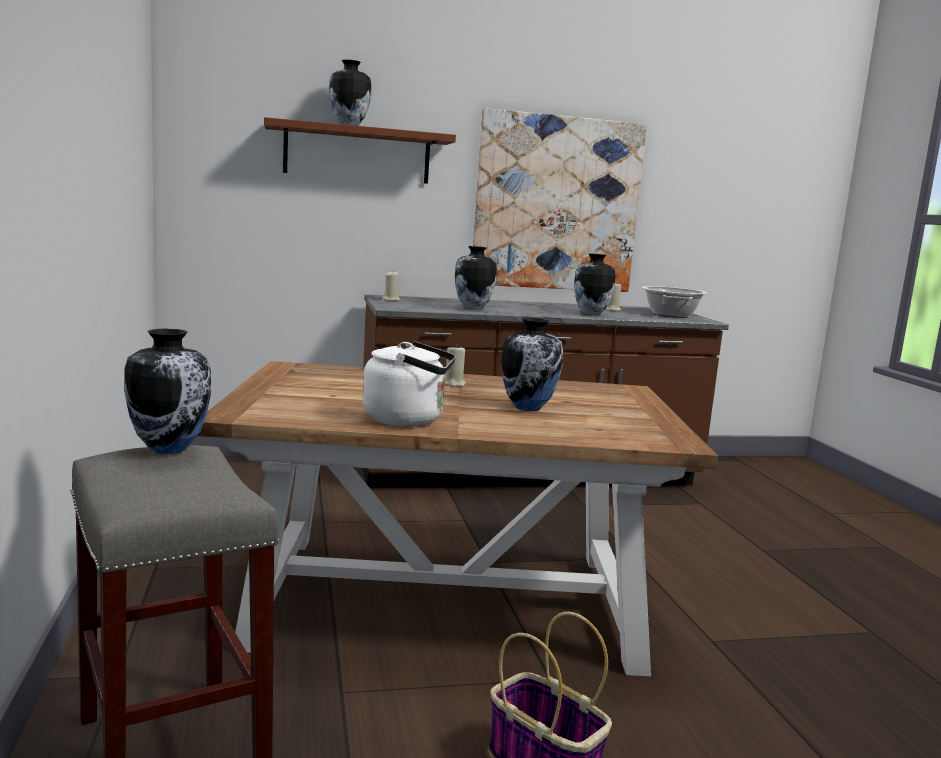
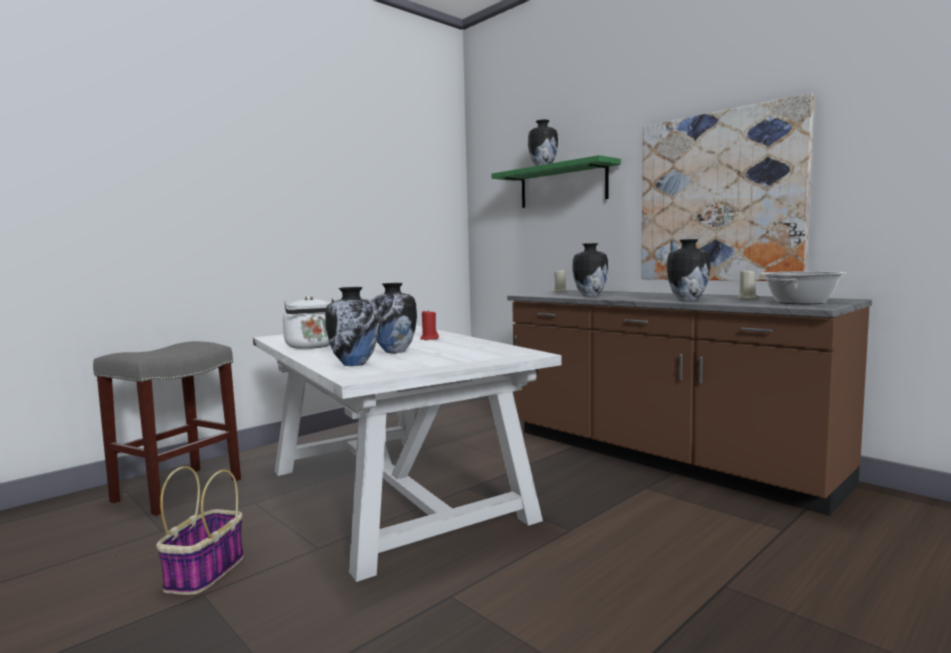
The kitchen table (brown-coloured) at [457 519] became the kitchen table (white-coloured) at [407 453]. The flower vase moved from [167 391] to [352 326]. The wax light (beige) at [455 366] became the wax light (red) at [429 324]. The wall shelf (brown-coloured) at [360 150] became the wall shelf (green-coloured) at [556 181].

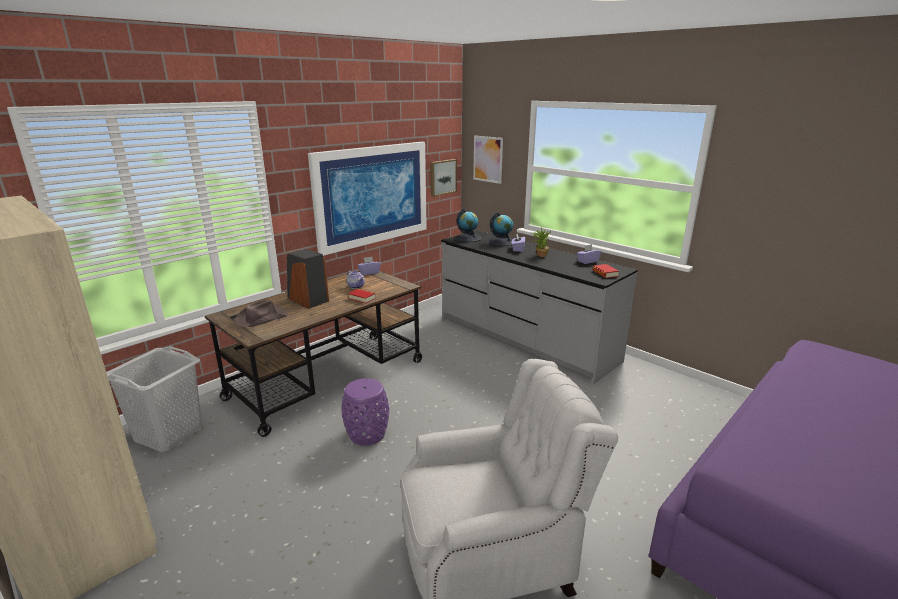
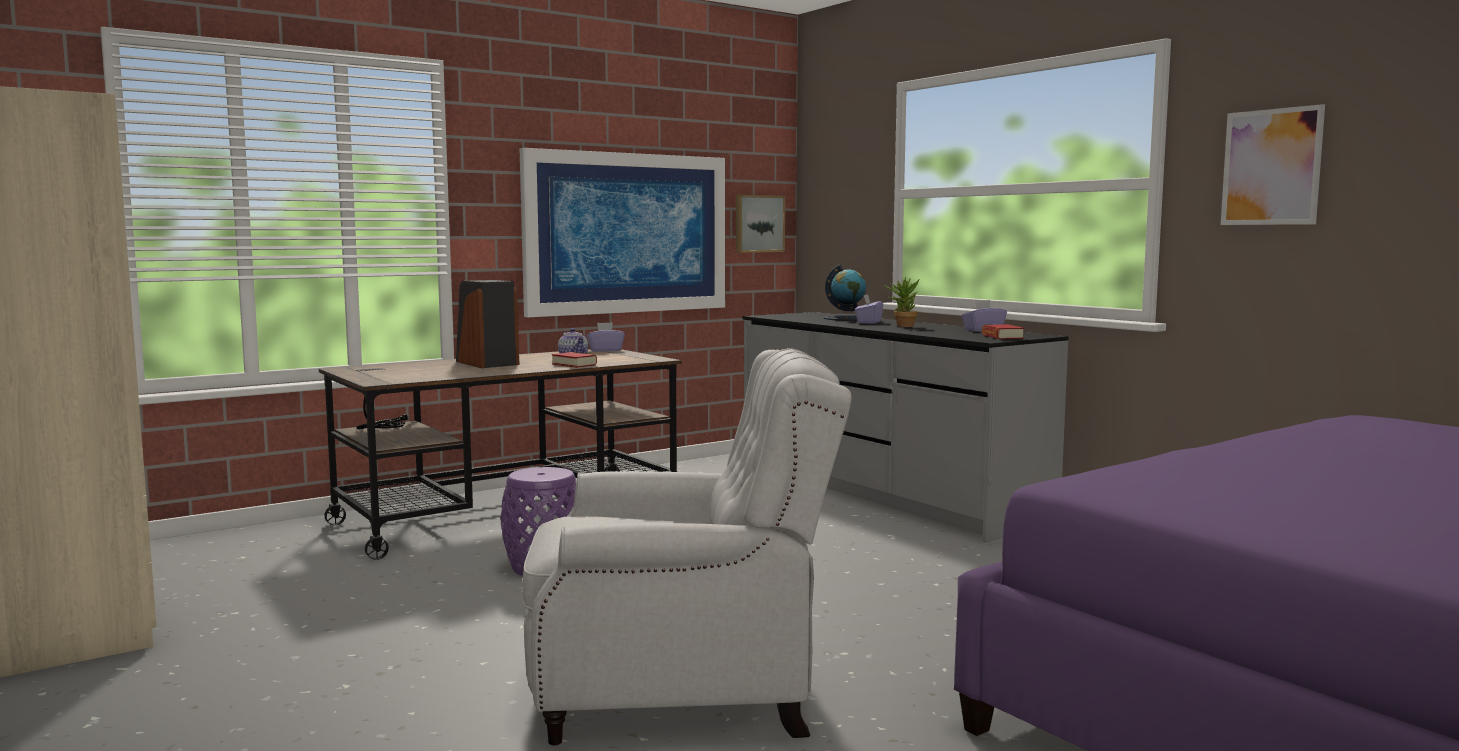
The wall art moved from [488 160] to [1273 164]. The hamper (gray) at [154 399] disappeared. The clothing hat (brown-coloured) at [261 313] disappeared. The globe at [468 225] disappeared.

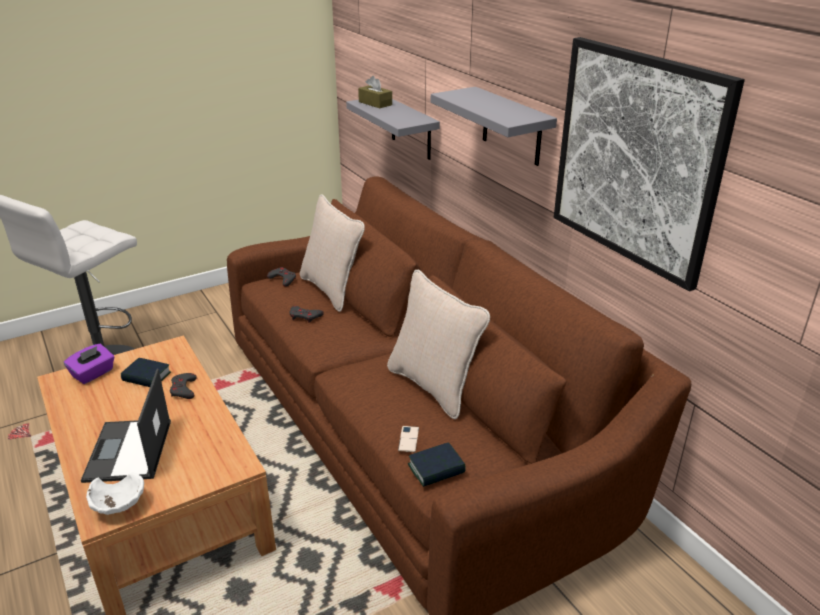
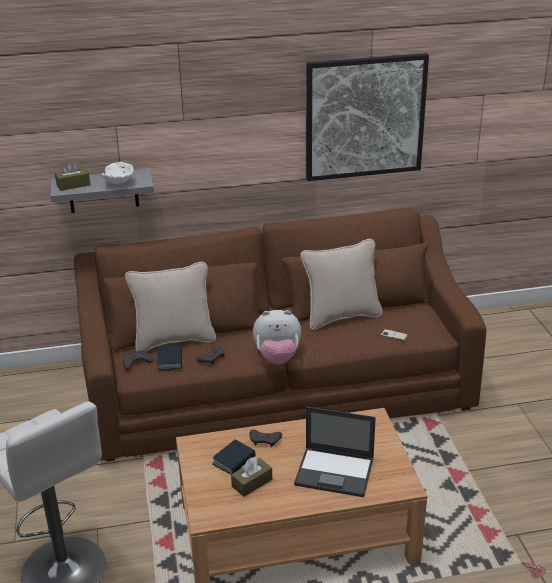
The deep dish (white-coloured) moved from [115 493] to [118 173]. The bound book moved from [437 464] to [170 357]. The box of tissues (brown-coloured) at [251 477] appeared. The cuddly toy at [277 337] appeared. The box of tissues (purplish) at [89 364] disappeared. The wall shelf (gray) at [494 126] disappeared.

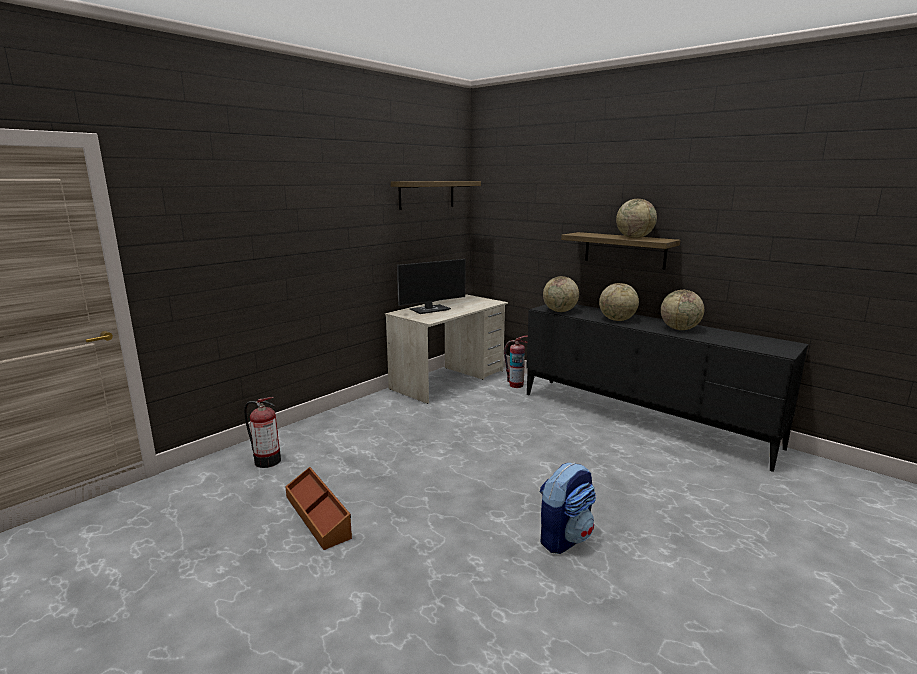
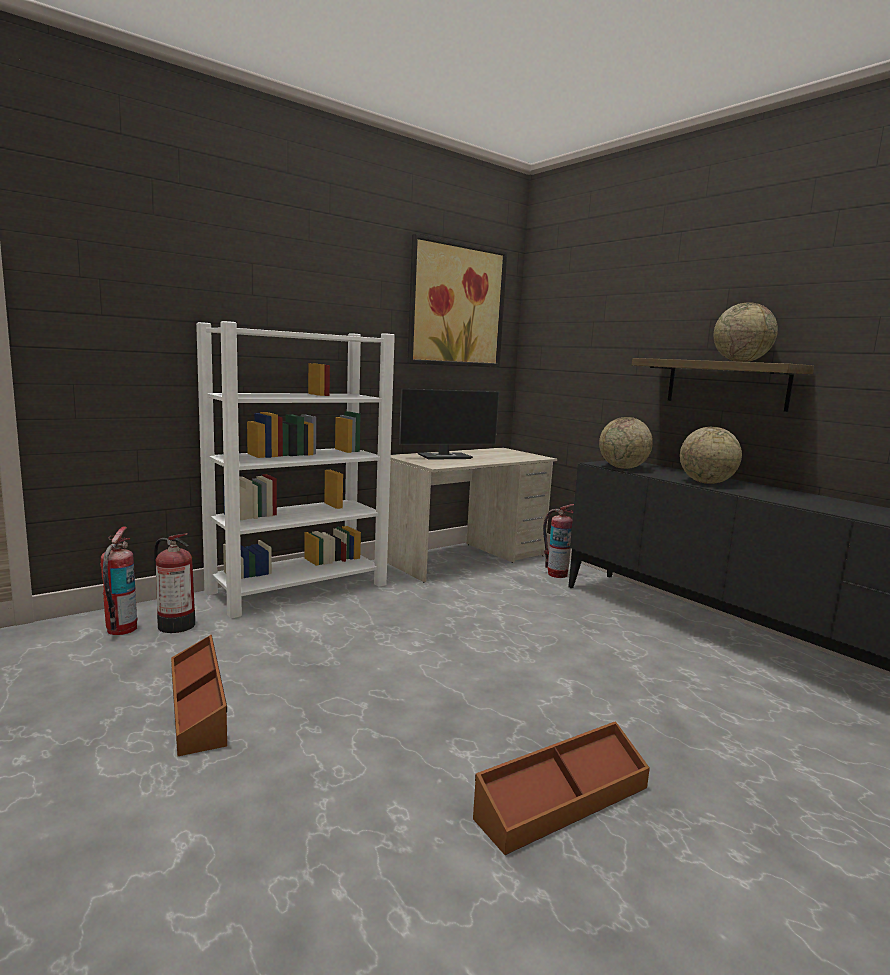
The fire extinguisher at [118 580] appeared. The shelving unit (white-coloured) at [295 470] appeared. The wall shelf at [436 195] was replaced by the wall art at [457 300]. The backpack at [568 508] was replaced by the storage container (brown-coloured) at [561 788]. The globe at [682 310] disappeared.

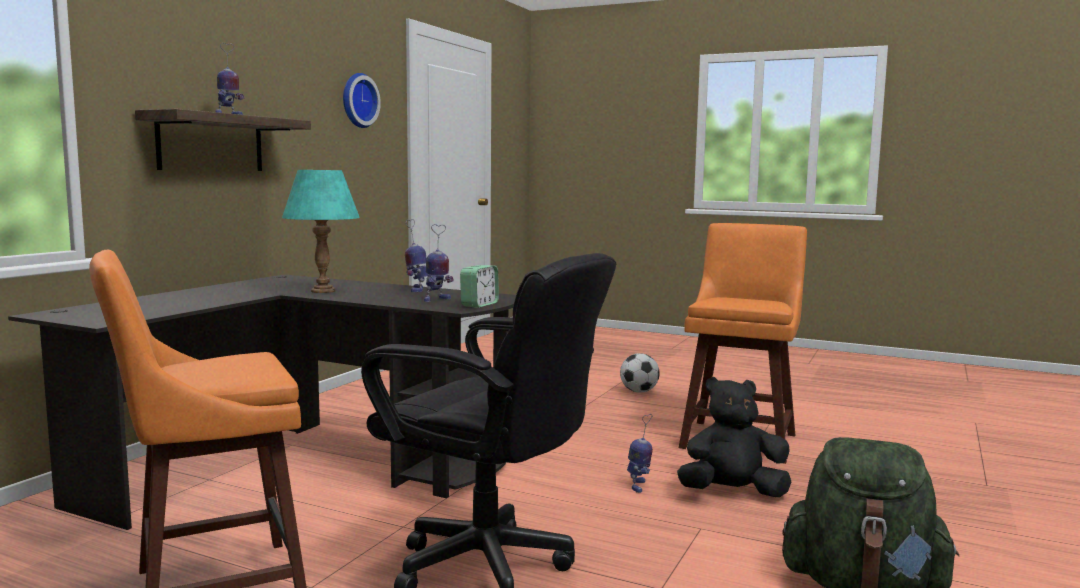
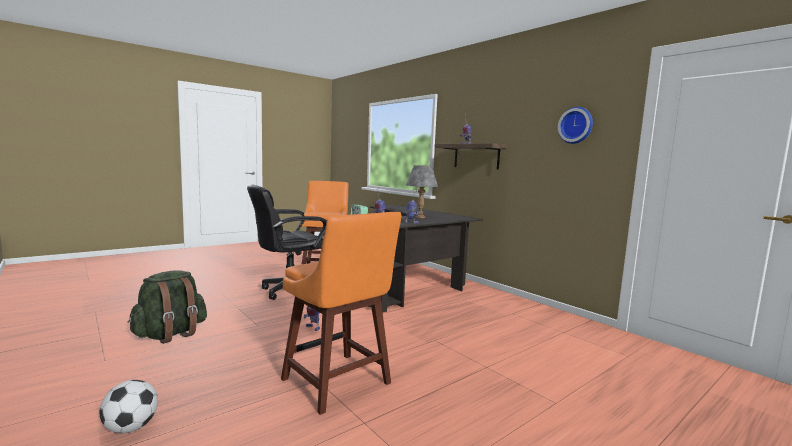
The football moved from [640 373] to [128 406]. The table lamp (blue-green) at [321 231] became the table lamp (gray) at [422 191]. The cuddly toy (blackish) at [734 437] disappeared.

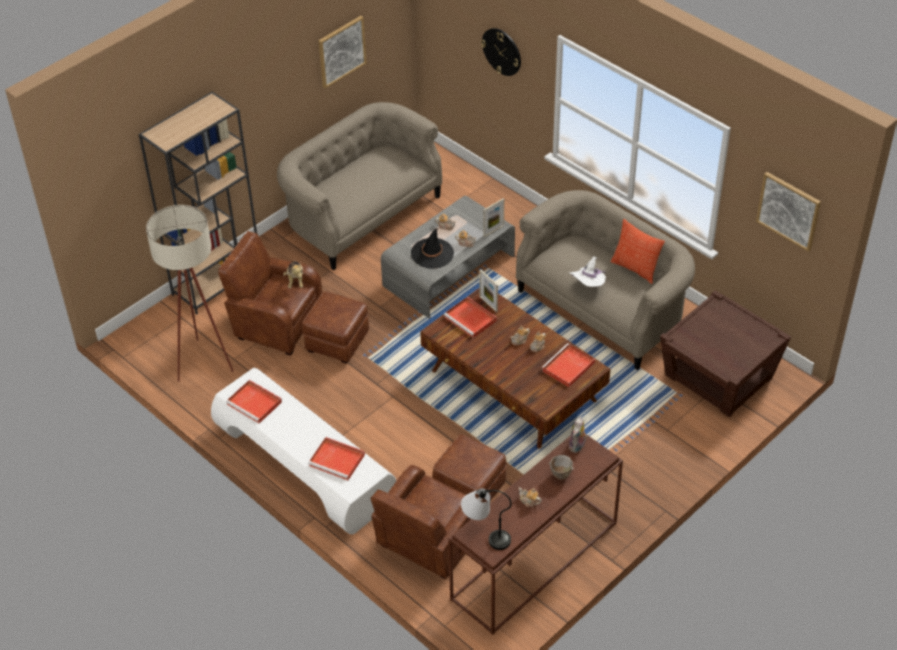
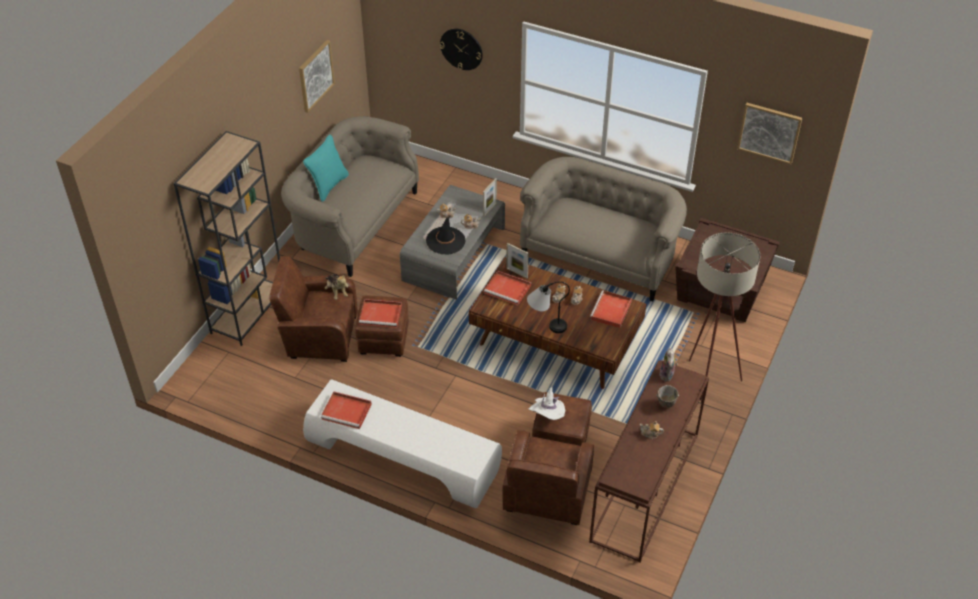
The cushion (blue-green) at [326 168] appeared. The serving tray (red) moved from [336 458] to [380 313]. The table lamp moved from [486 519] to [548 307]. The clothing hat (white-coloured) moved from [587 271] to [547 403]. The standing lamp (beige) moved from [189 293] to [724 317]. The cushion (orange) at [638 251] disappeared.

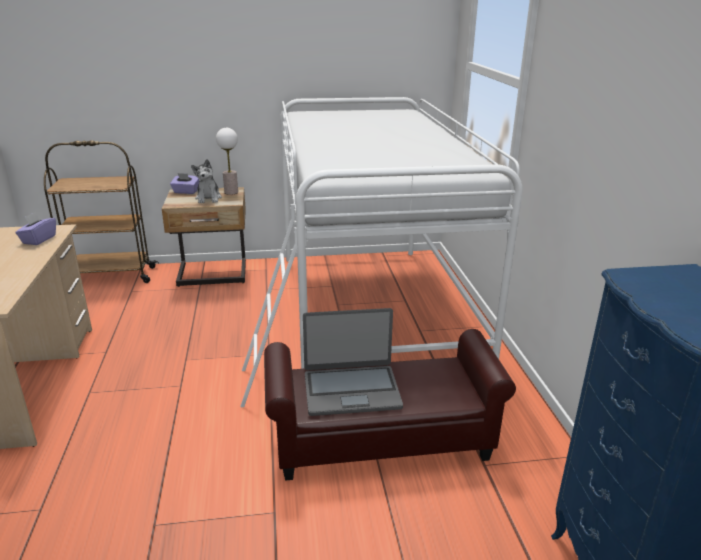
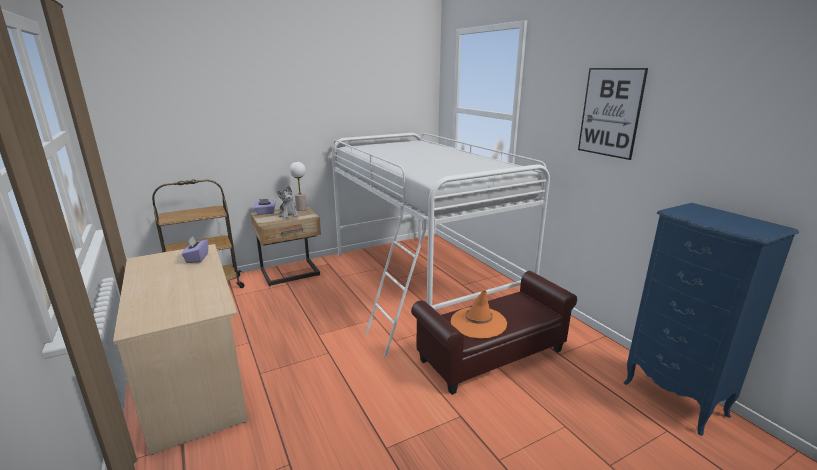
The portable computer at [353 362] was replaced by the clothing hat (orange) at [479 314]. The wall art at [613 114] appeared.

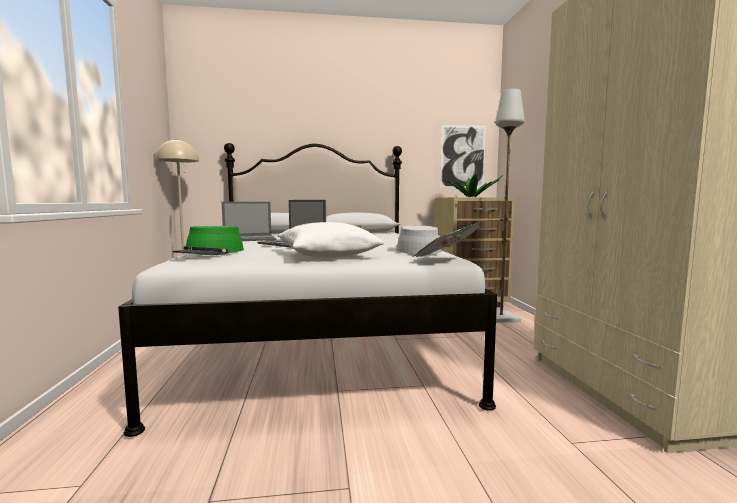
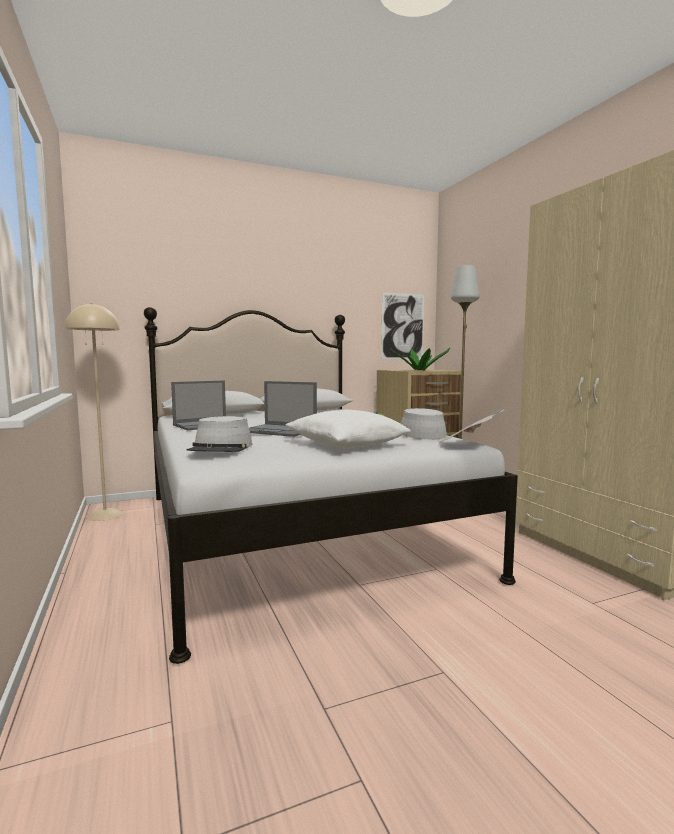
The clothing hat (green-coloured) at [208 240] became the clothing hat (gray) at [219 434].

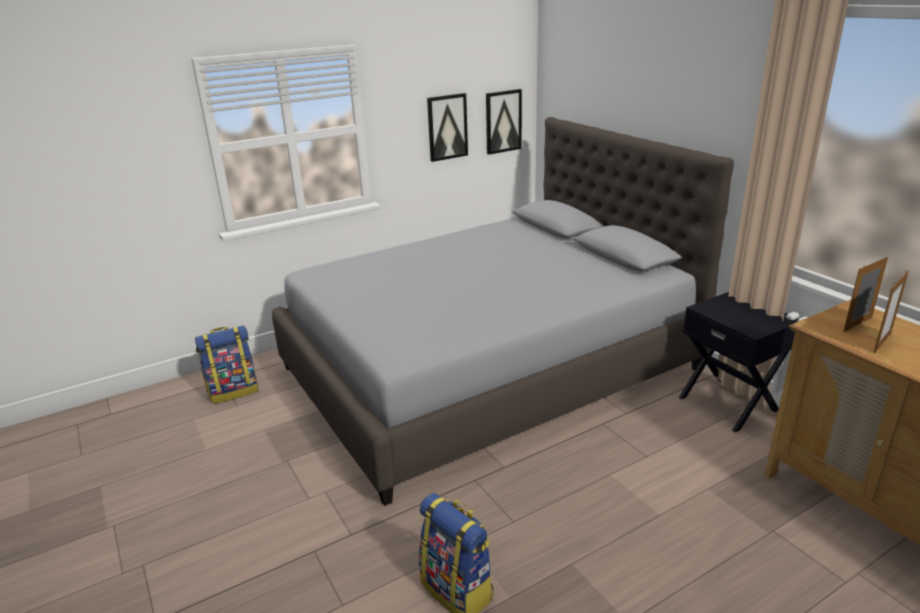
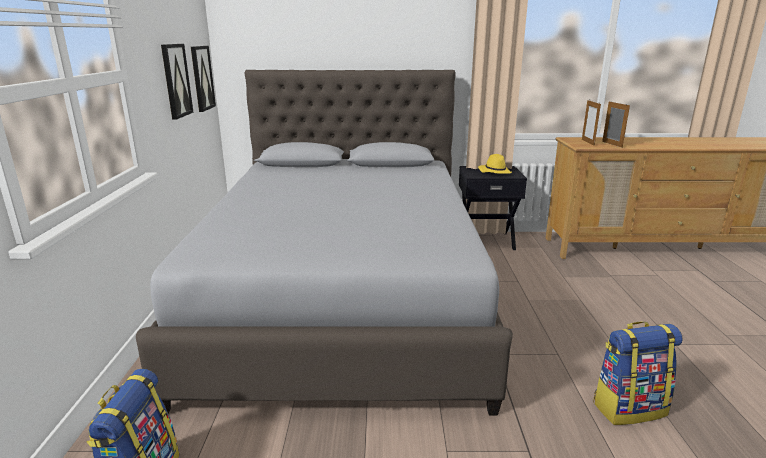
The clothing hat (yellow) at [495 164] appeared.

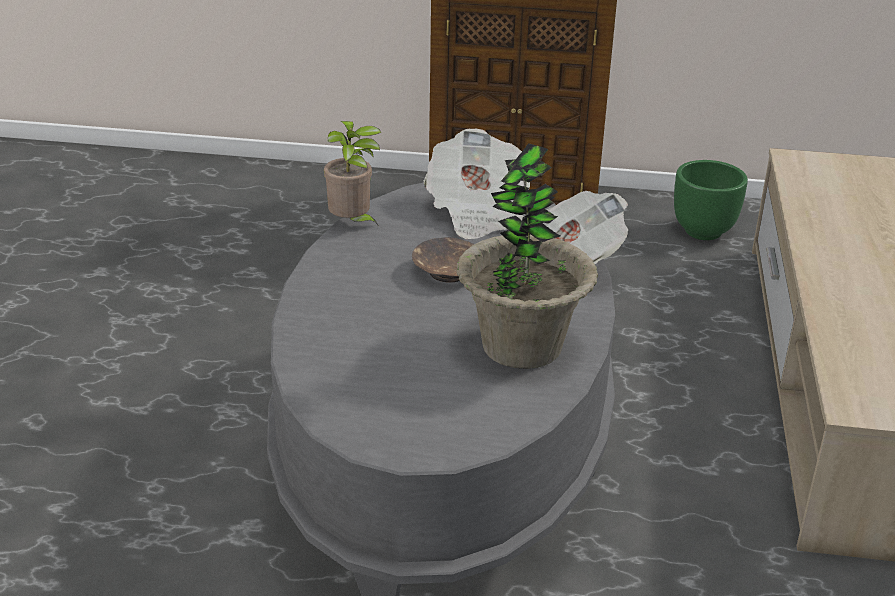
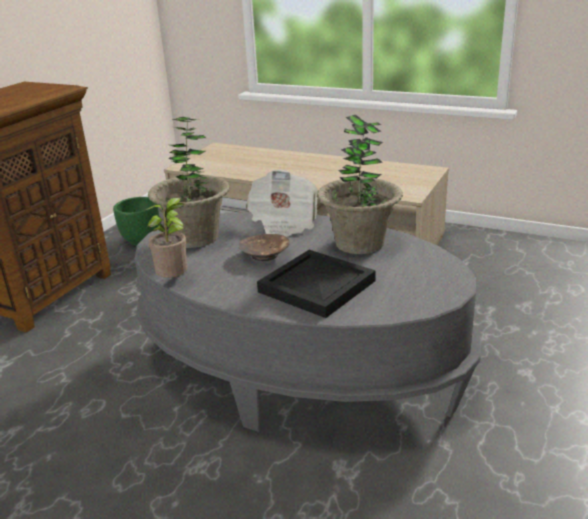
The printed paper at [477 184] was replaced by the houseplant at [189 182]. The serving tray (blackish) at [316 284] appeared.

